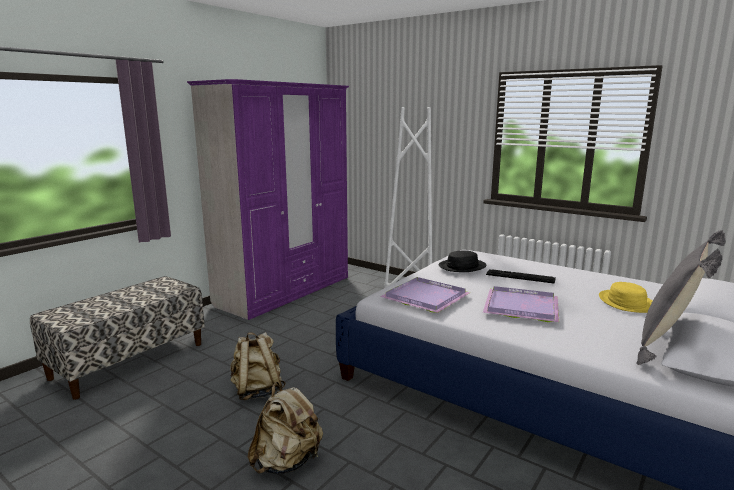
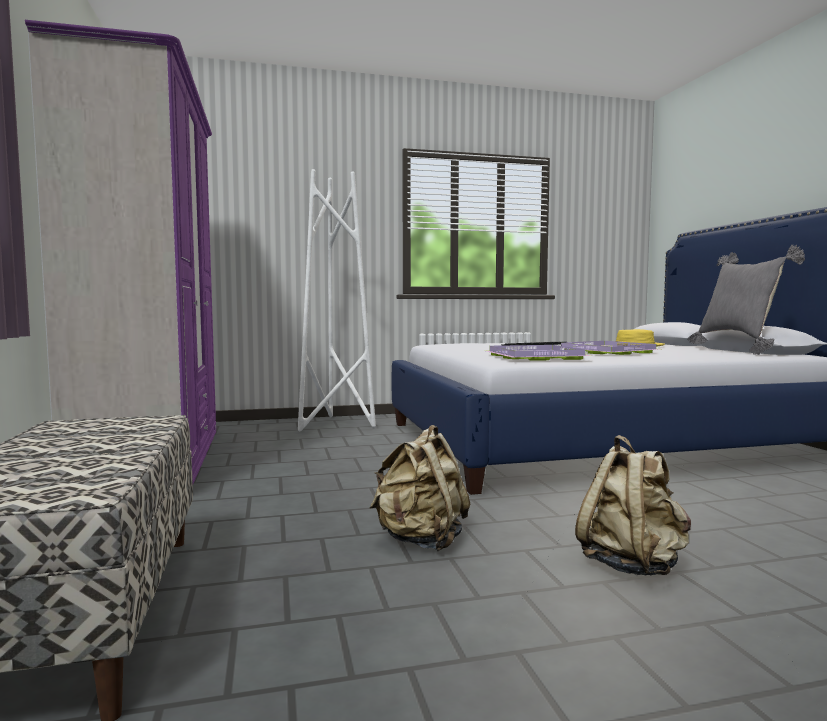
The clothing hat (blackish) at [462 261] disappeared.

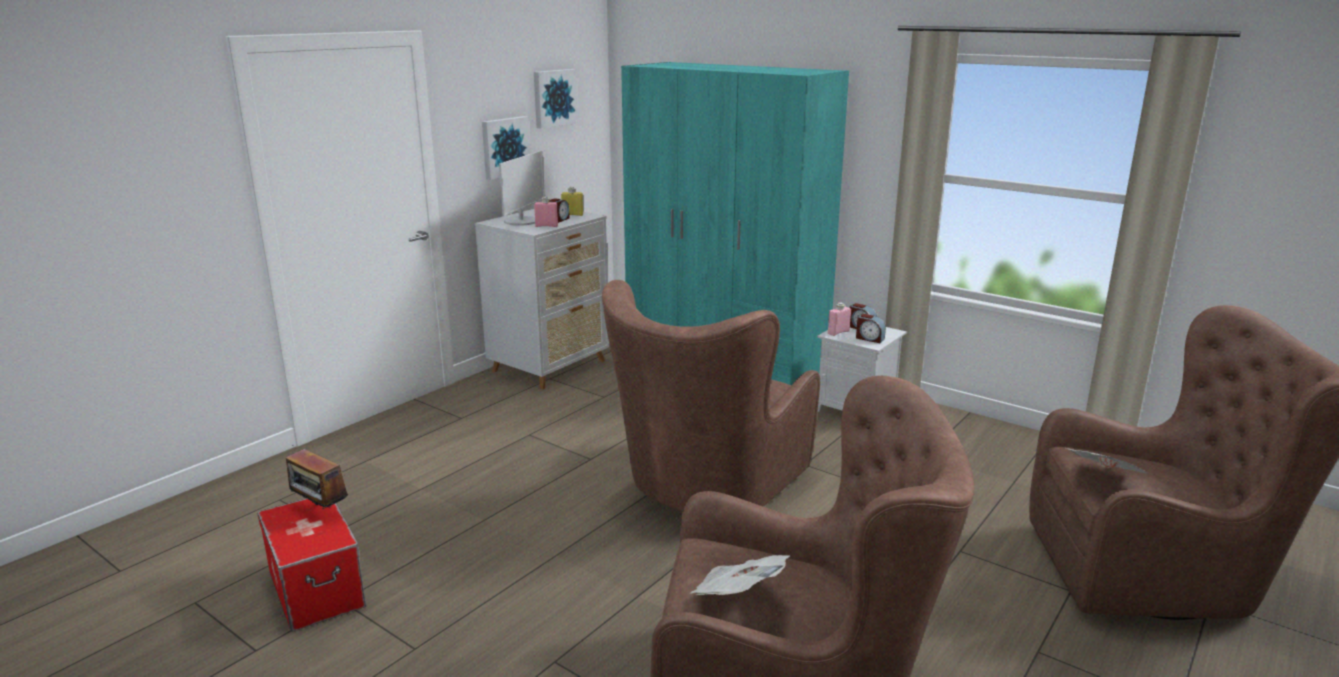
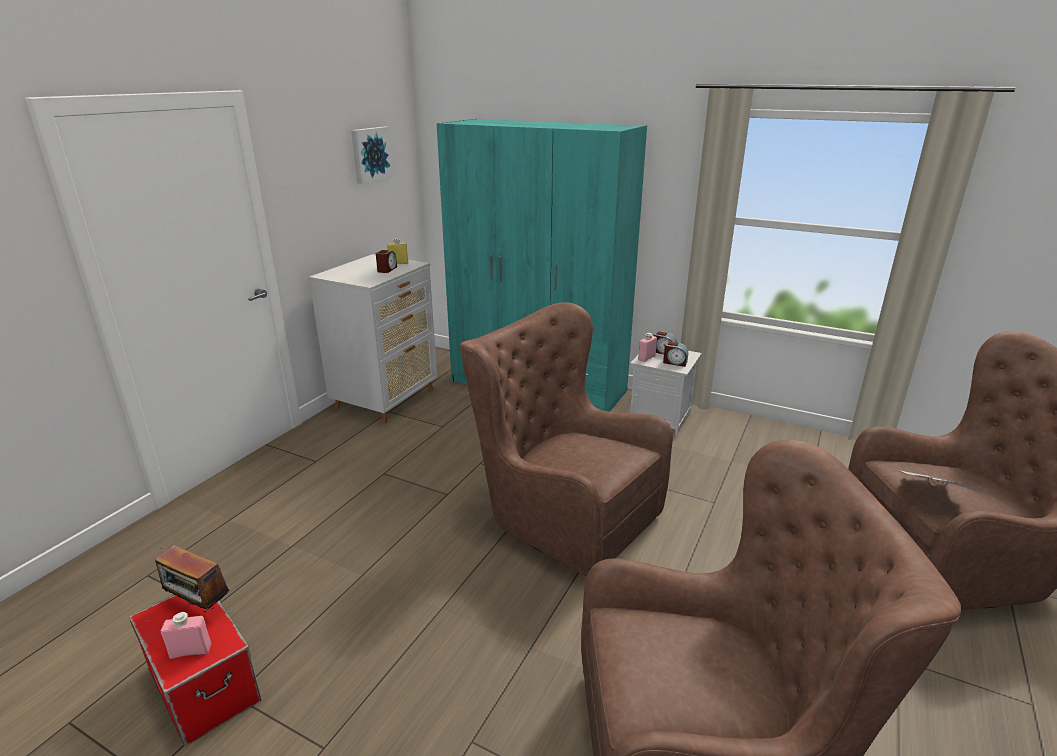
The drink bottle (pink) moved from [546 212] to [186 635]. The easy chair (brown-coloured) at [711 396] turned 105 degrees clockwise. The wall art at [506 148] disappeared. The monitor at [522 188] disappeared. The printed paper at [740 575] disappeared.

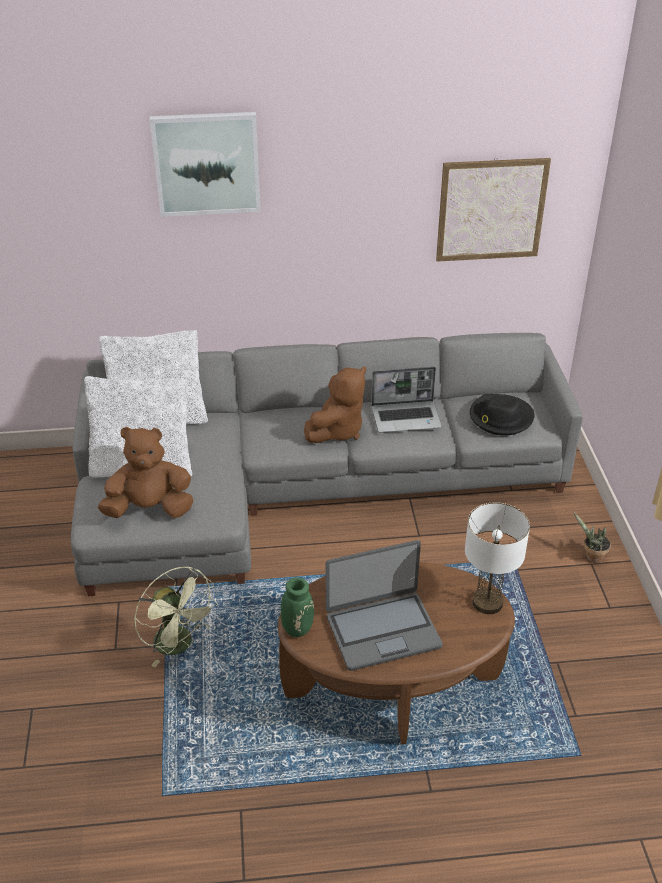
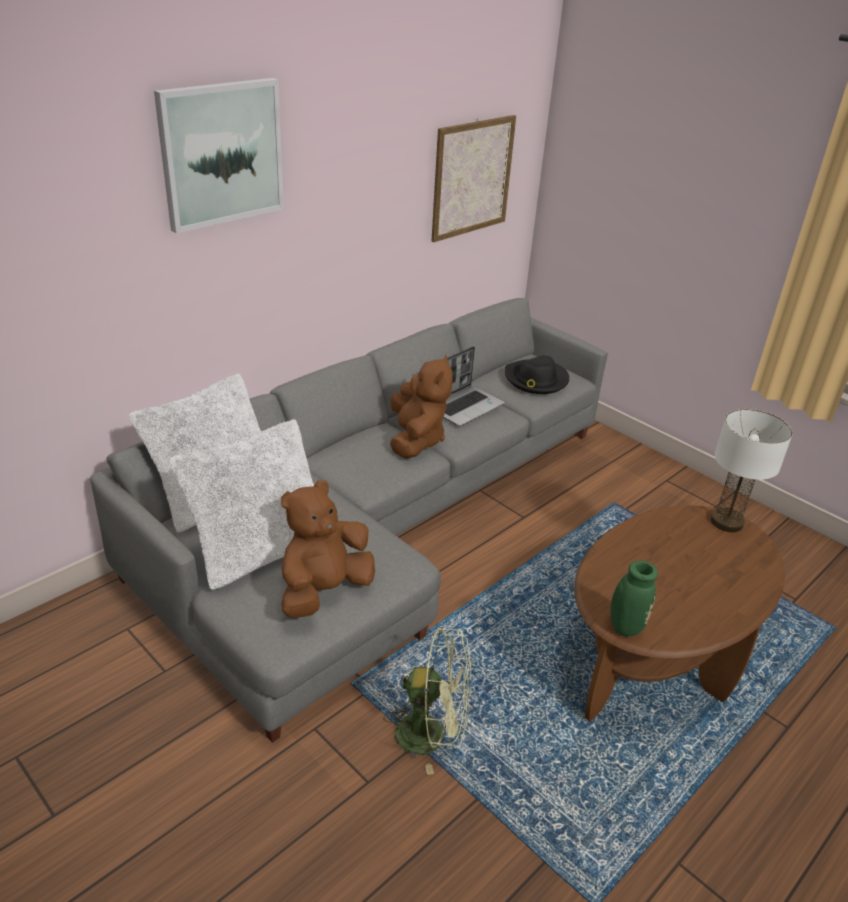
The portable computer at [384 605] disappeared. The houseplant at [592 537] disappeared.

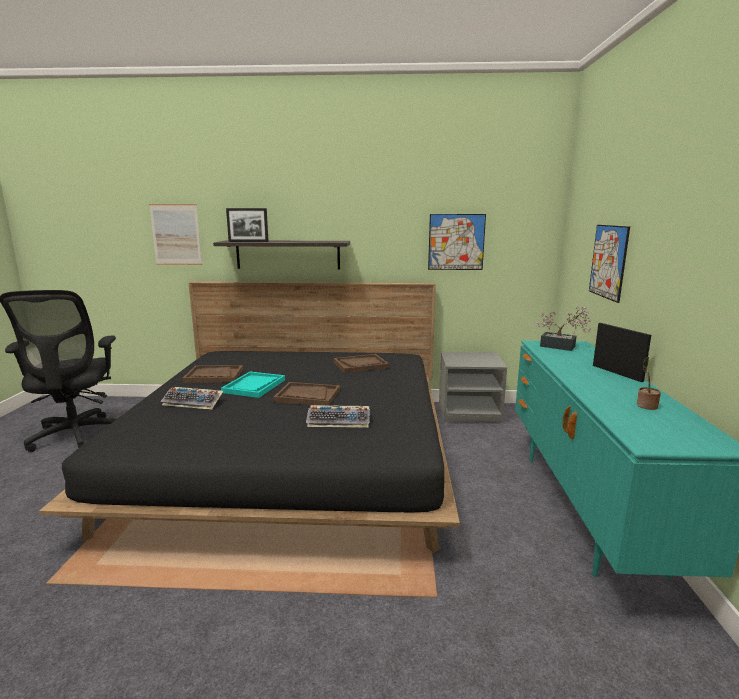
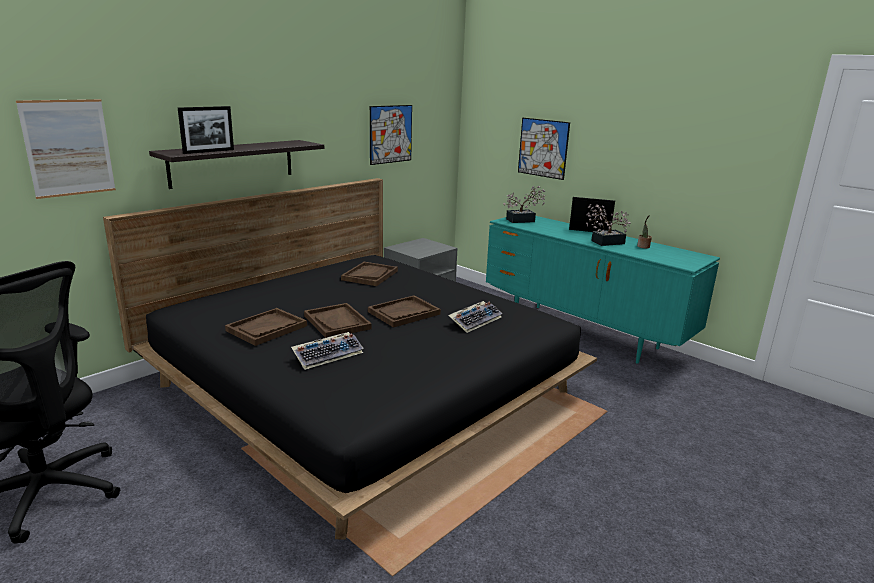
The serving tray (blue-green) at [253 385] became the serving tray (brown-coloured) at [338 320]. The houseplant at [608 225] appeared.

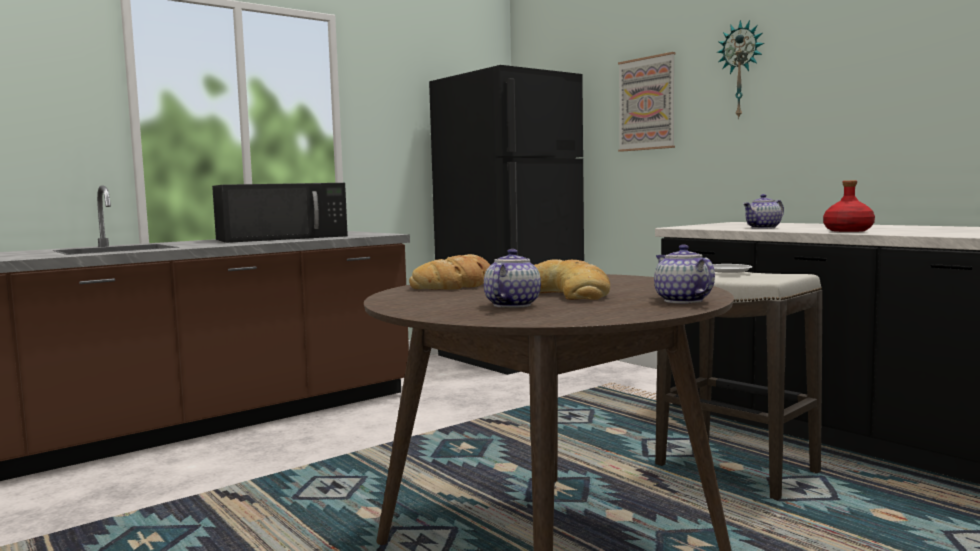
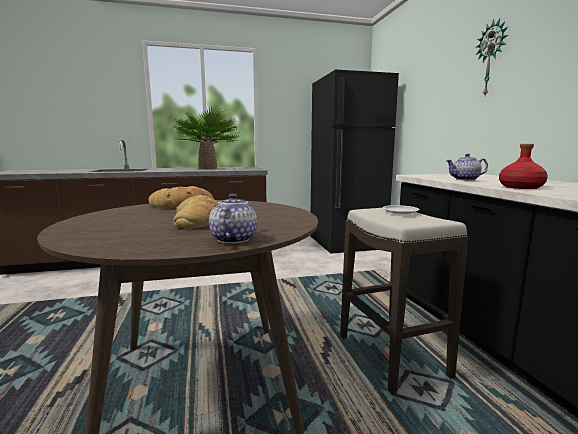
The microwave oven (blackish) at [280 213] was replaced by the houseplant at [206 137]. The pot for tea at [512 278] disappeared. The wall art at [647 102] disappeared.

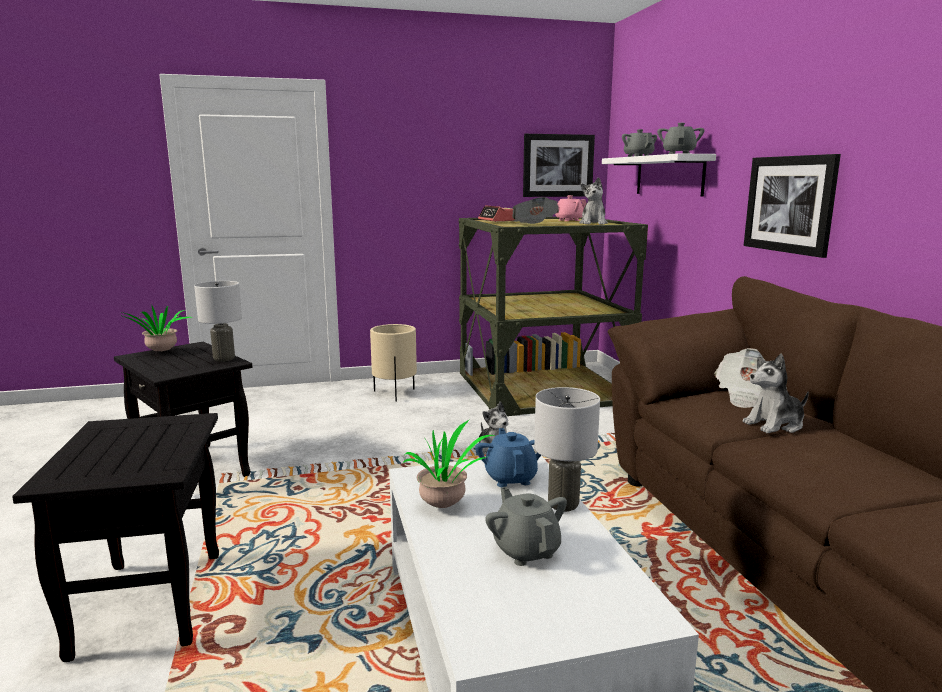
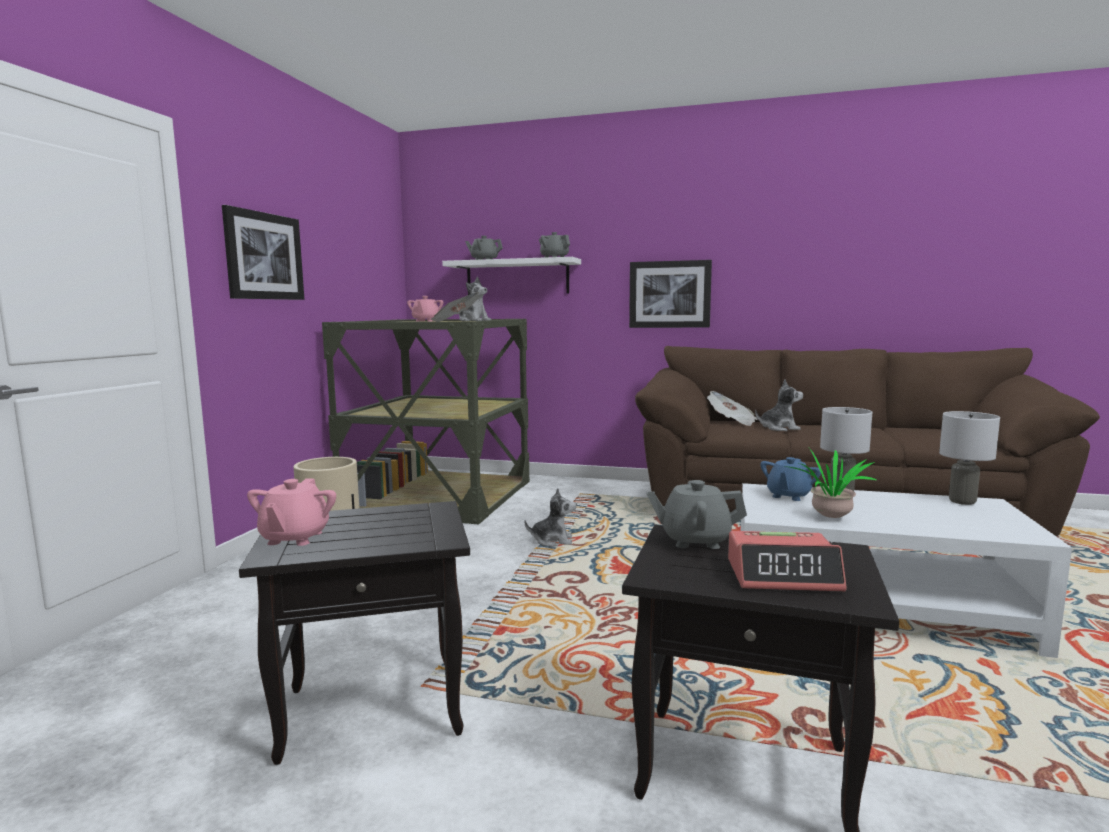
The wall art moved from [559 165] to [263 252]. The houseplant at [157 328] was replaced by the pot for tea (pink) at [291 512]. The pot for tea (gray) moved from [526 526] to [696 514]. The table clock moved from [496 213] to [787 561]. The cuddly toy at [775 393] turned 105 degrees counterclockwise. The pot for tea (blue) at [508 457] turned 75 degrees counterclockwise. The table lamp (white-coloured) moved from [218 321] to [969 458].

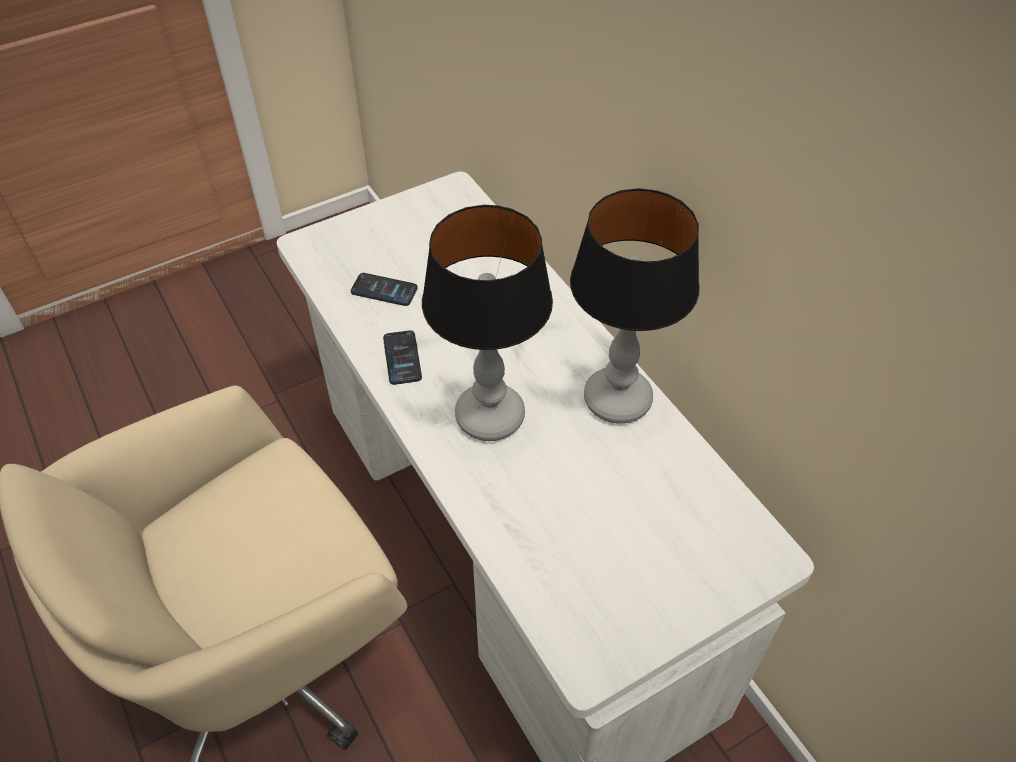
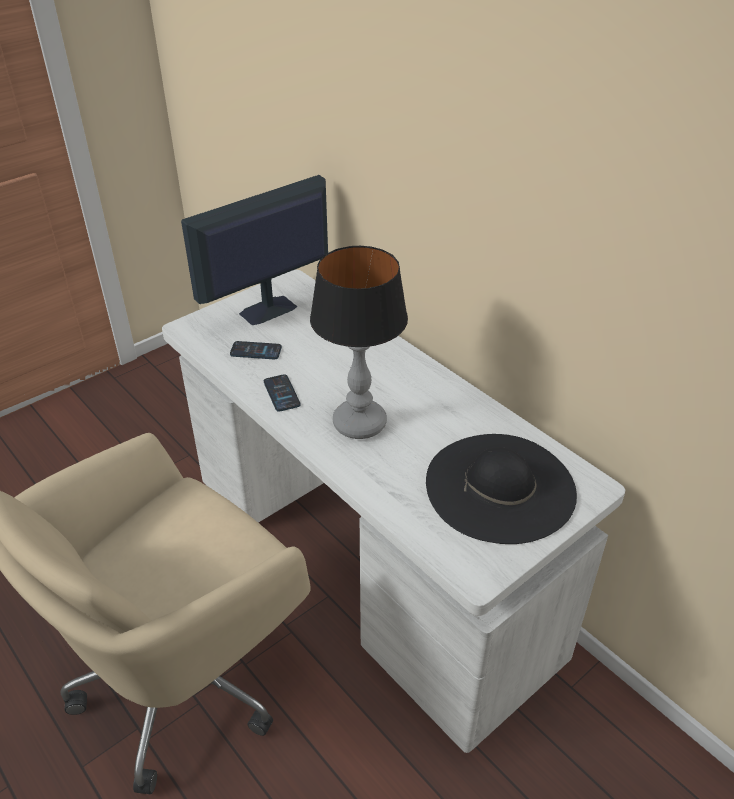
The monitor at [254 250] appeared. The clothing hat (blackish) at [501 489] appeared. The table lamp at [635 306] disappeared.

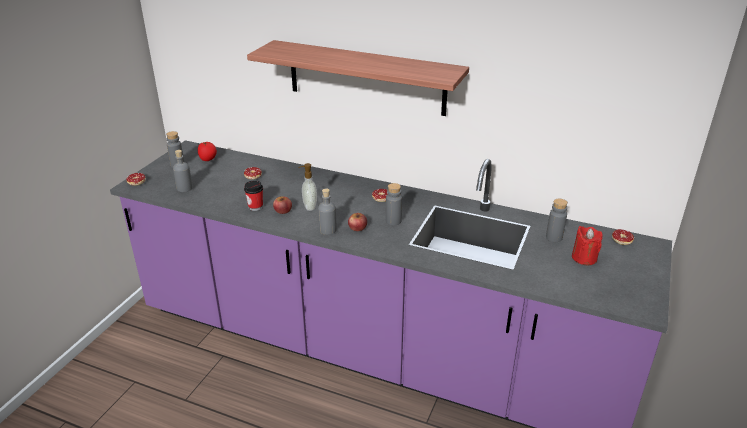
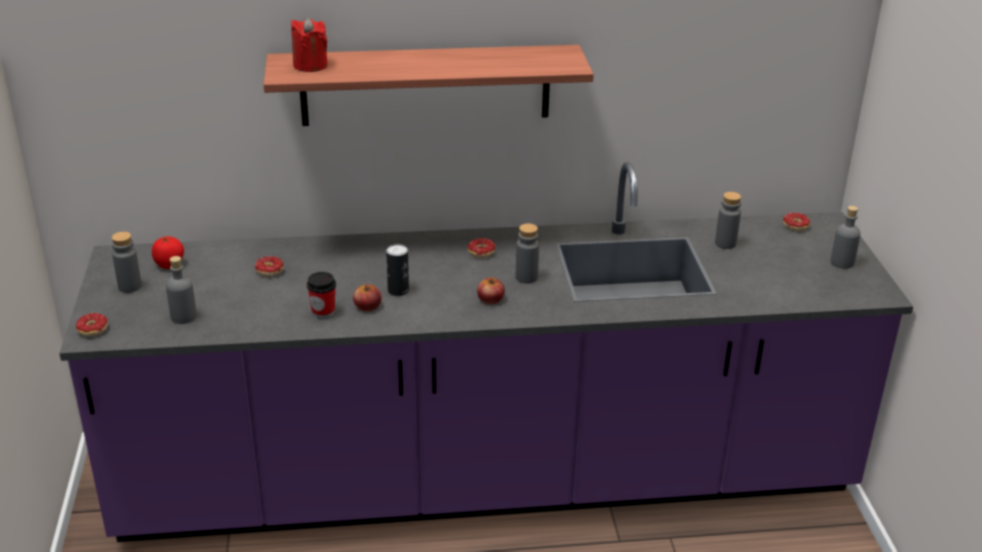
The wax light (red) moved from [587 245] to [309 45]. The liquid soap bottle at [307 187] was replaced by the sealed can at [397 270]. The drink bottle (gray) moved from [327 211] to [846 237].

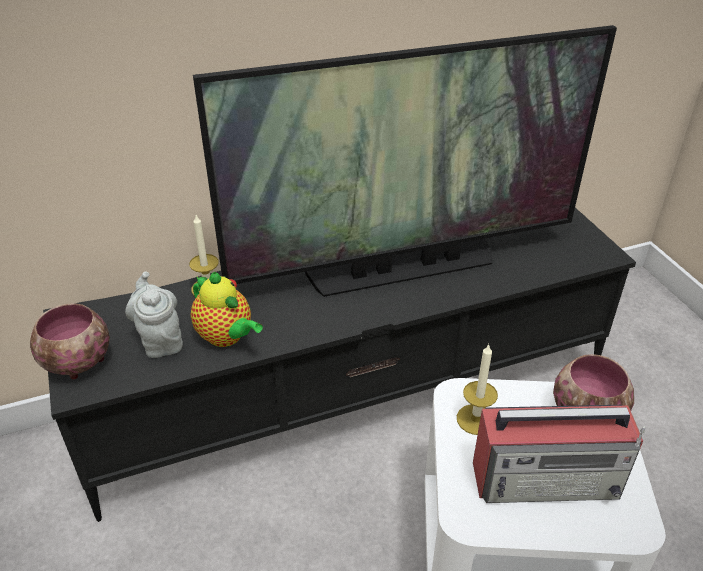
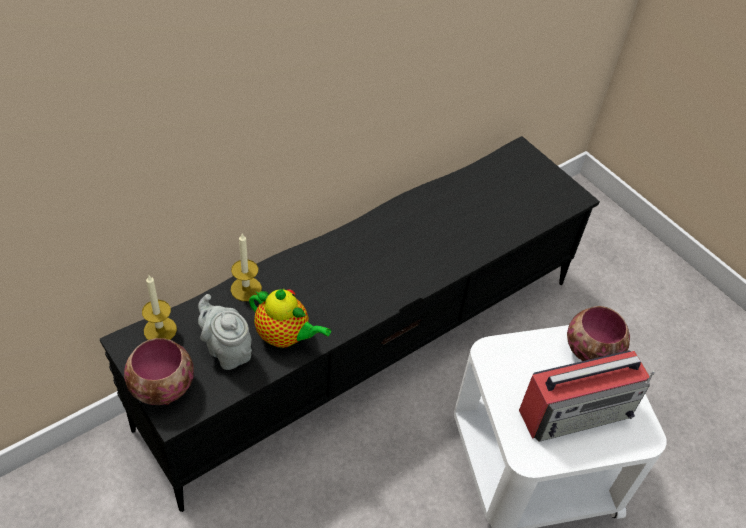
The wax light moved from [477 389] to [159 307]. The TV set at [405 161] disappeared.

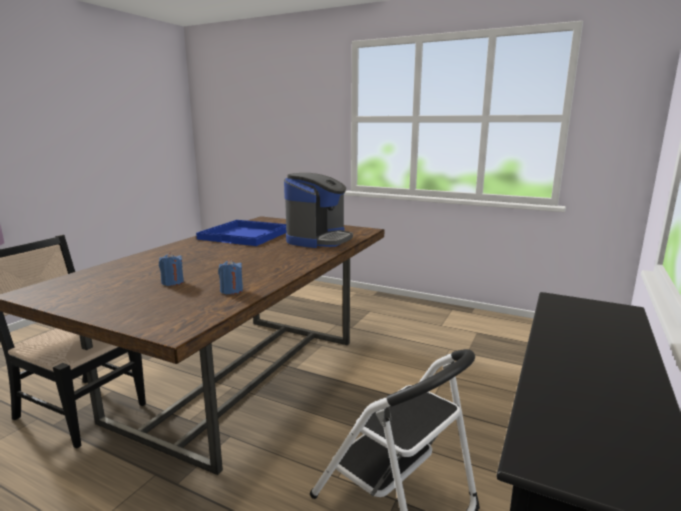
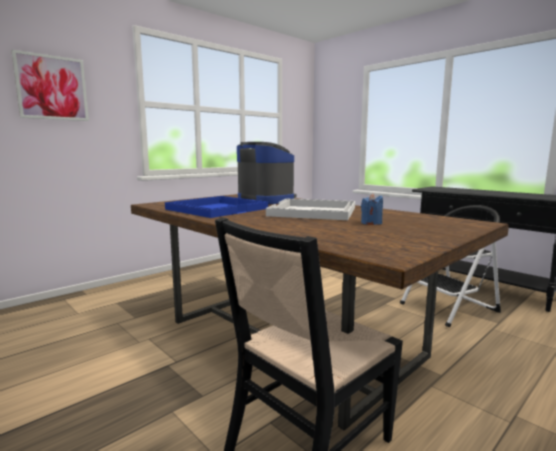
The wall art at [50 85] appeared. The serving tray (white-coloured) at [310 209] appeared. The wax light (blue) at [230 276] disappeared.

